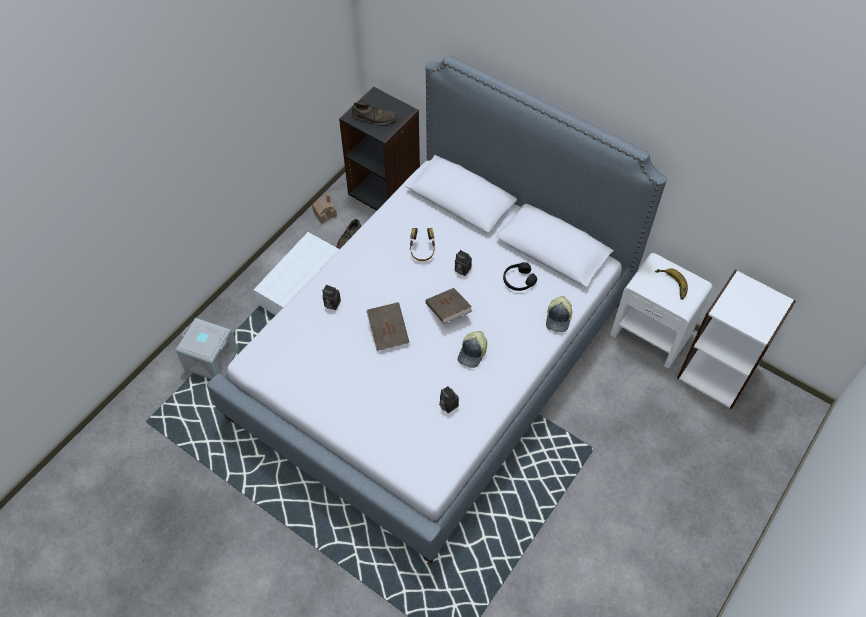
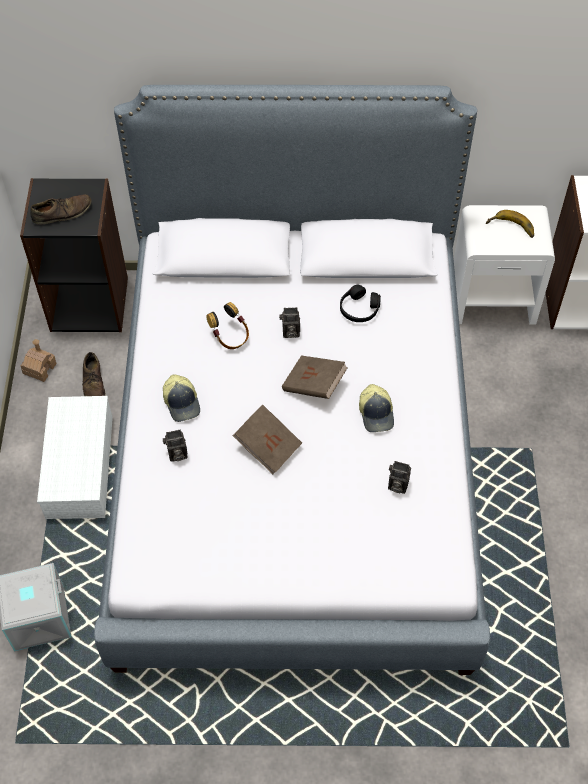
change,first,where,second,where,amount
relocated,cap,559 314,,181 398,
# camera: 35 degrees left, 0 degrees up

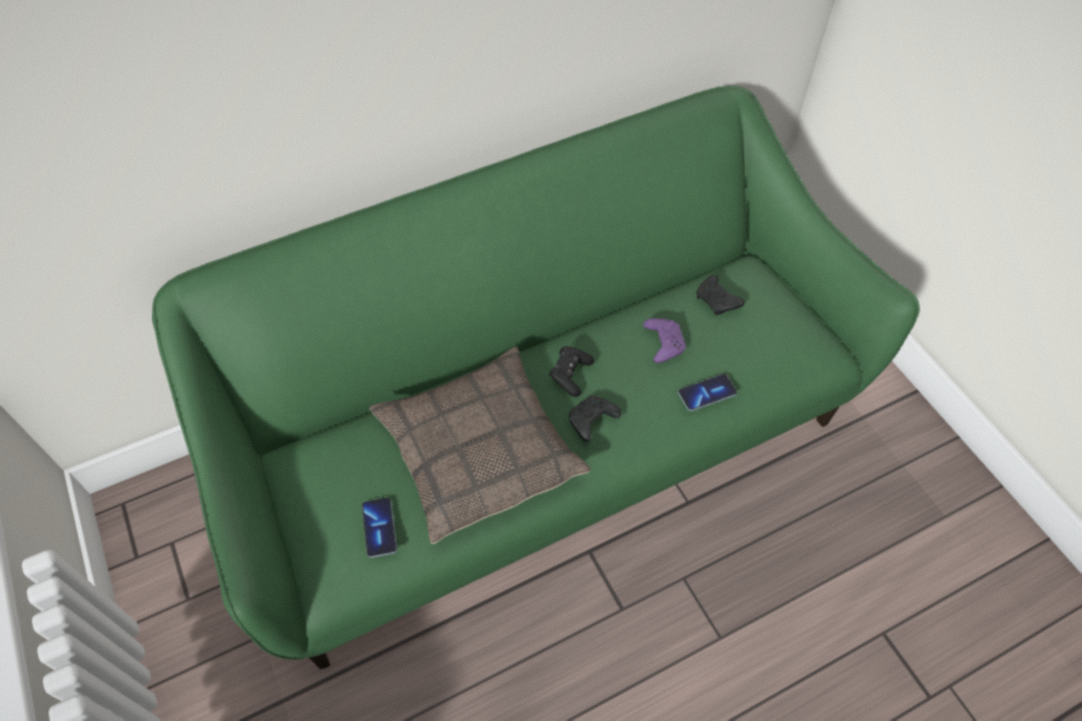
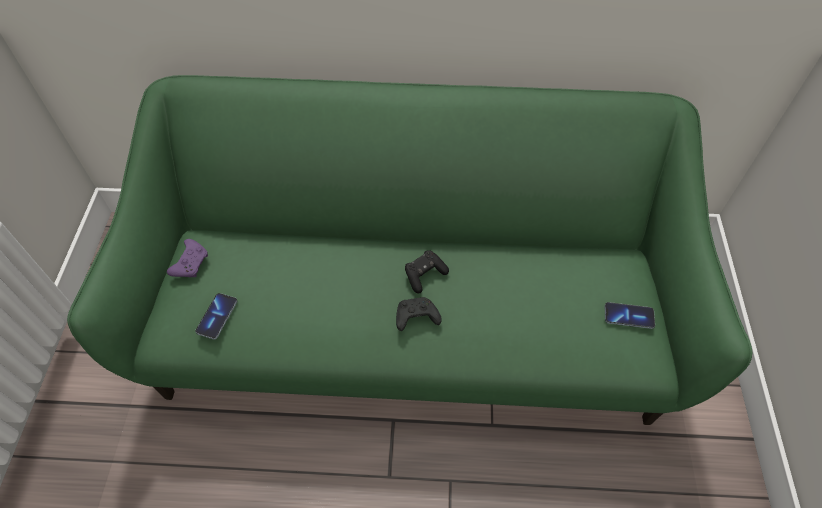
change,first,where,second,where,amount
missing,game controller/black,720 295,,,
relocated,game controller/purple,664 340,,187 258,
missing,pillow,480 445,,,
relocated,phone,707 392,,630 315,
# camera: 30 degrees right, 0 degrees up

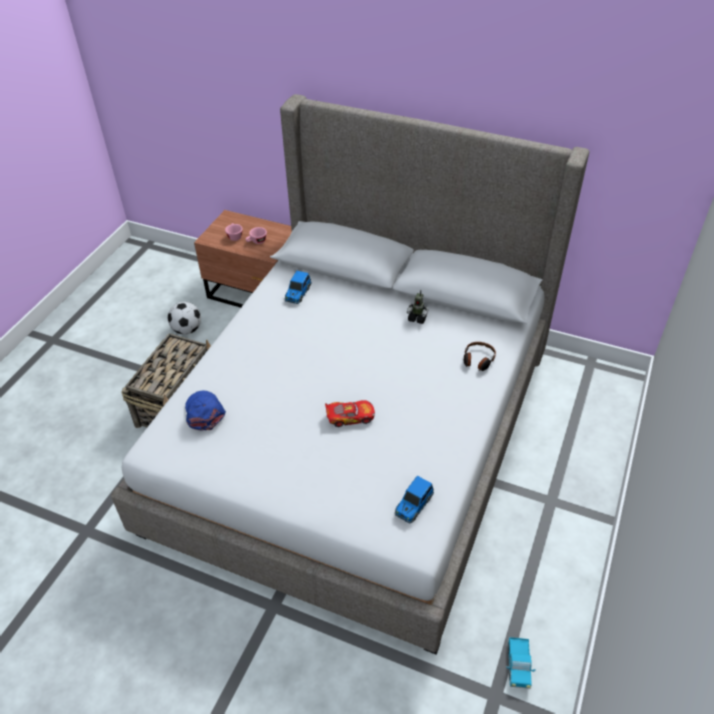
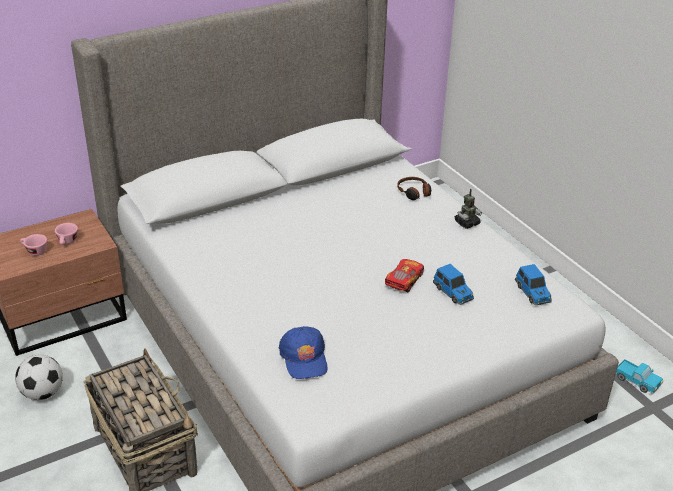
change,first,where,second,where,amount
relocated,toy car,298 287,,453 284,
relocated,toy robot,418 307,,468 209,
spun,cap/blue,205 411,,303 352,120 degrees counterclockwise
# camera: 55 degrees left, 10 degrees down

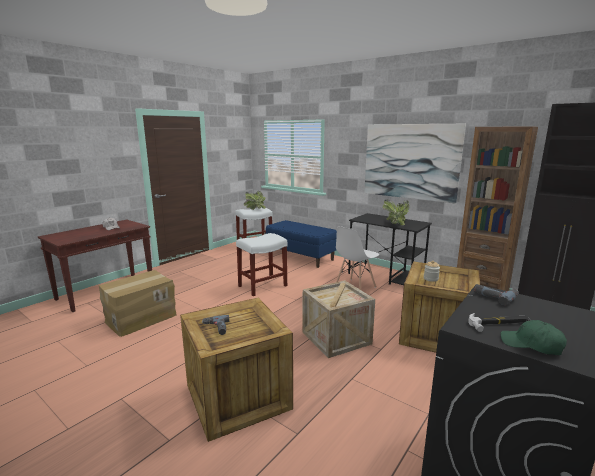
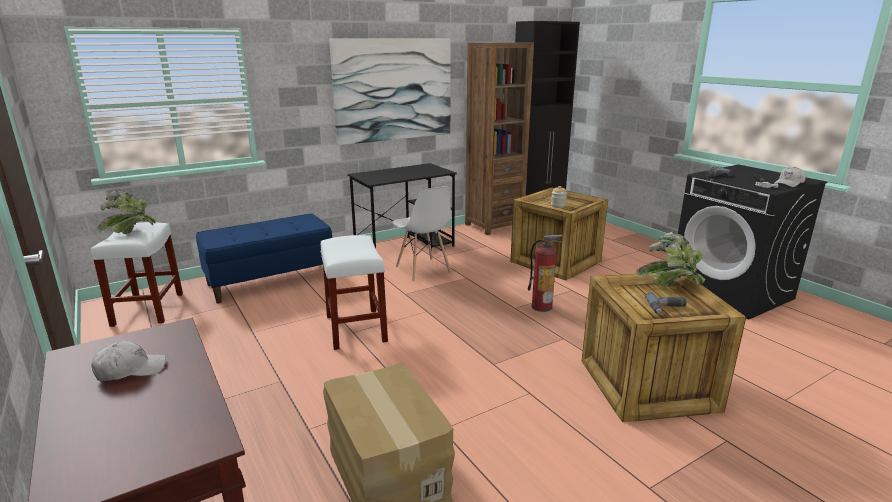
change,first,where,second,where,amount
relocated,potted plant,396 212,,670 259,
exchanged,crate,338 319,fire extinguisher,545 273,
colour,cap/green,534 337,cap/white,790 177,
# camera: 70 degrees left, 5 degrees up

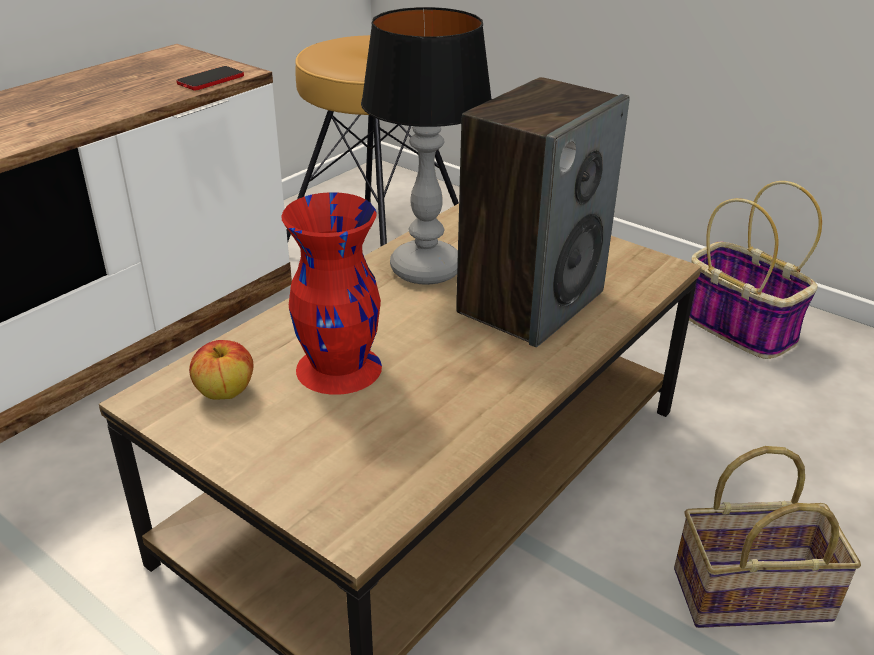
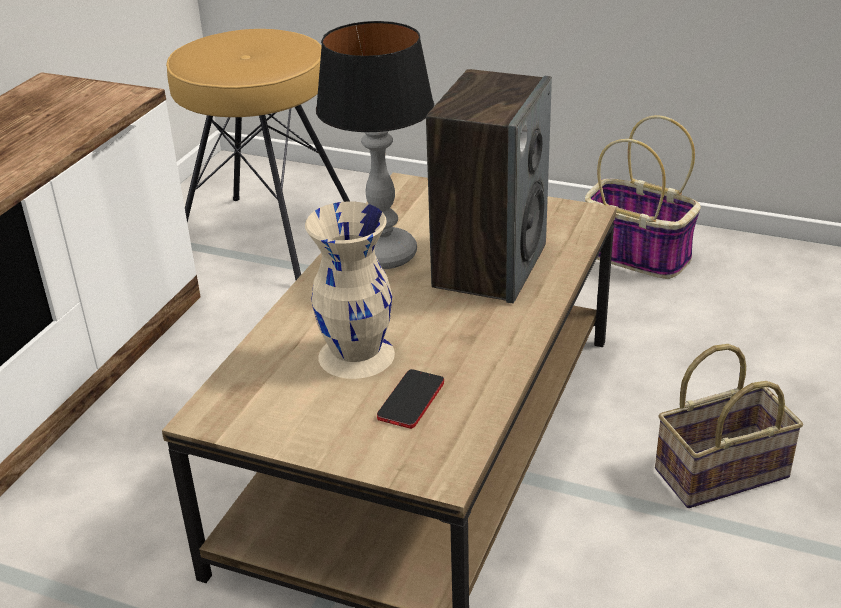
change,first,where,second,where,amount
relocated,phone,210 78,,410 399,
colour,vase/red,331 293,vase/beige,350 290,
missing,apple,221 370,,,
# camera: 15 degrees left, 0 degrees up

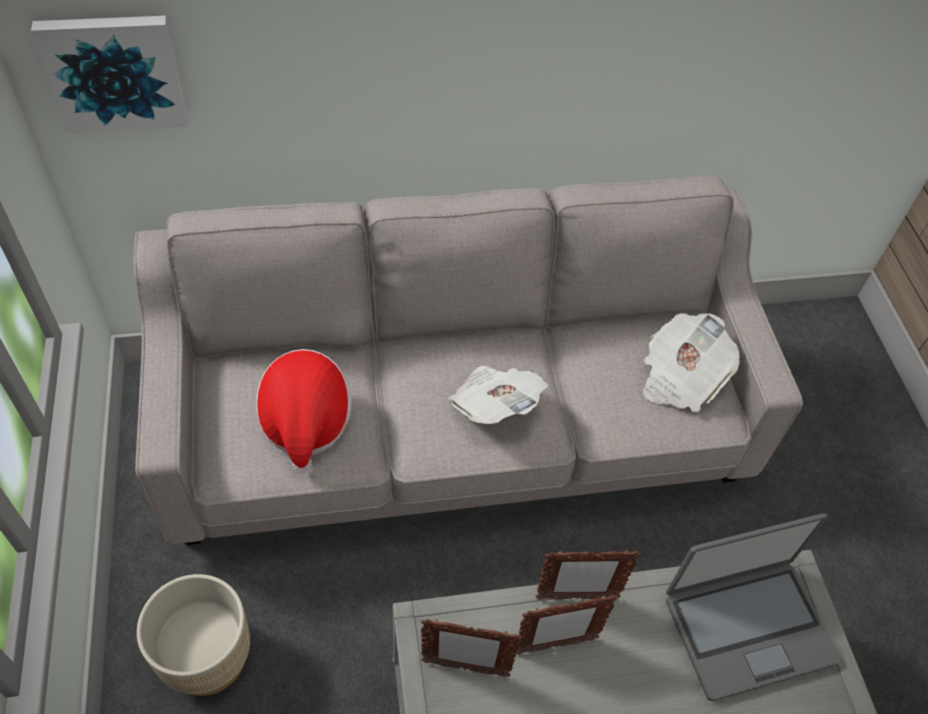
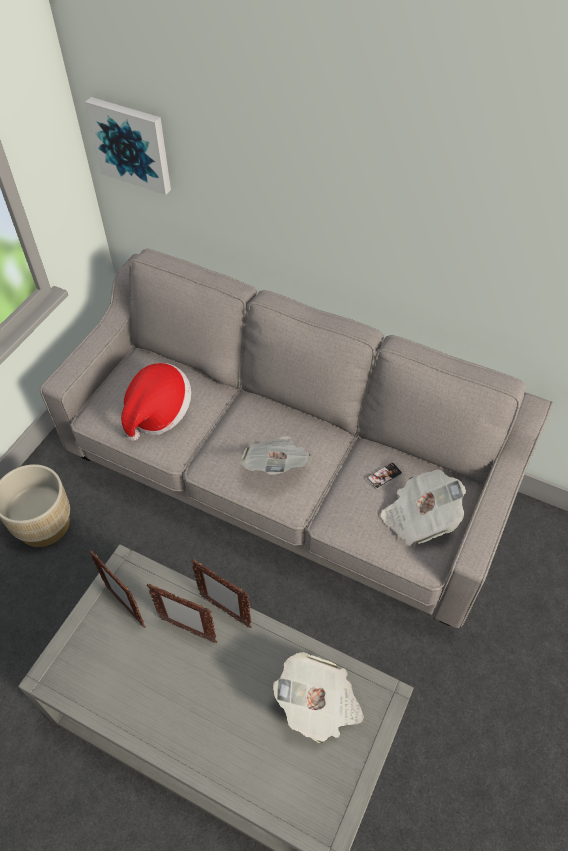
change,first,where,second,where,amount
exchanged,laptop,753 607,newspaper,318 697,
appeared,,,phone,384 475,
# camera: 40 degrees right, 0 degrees up

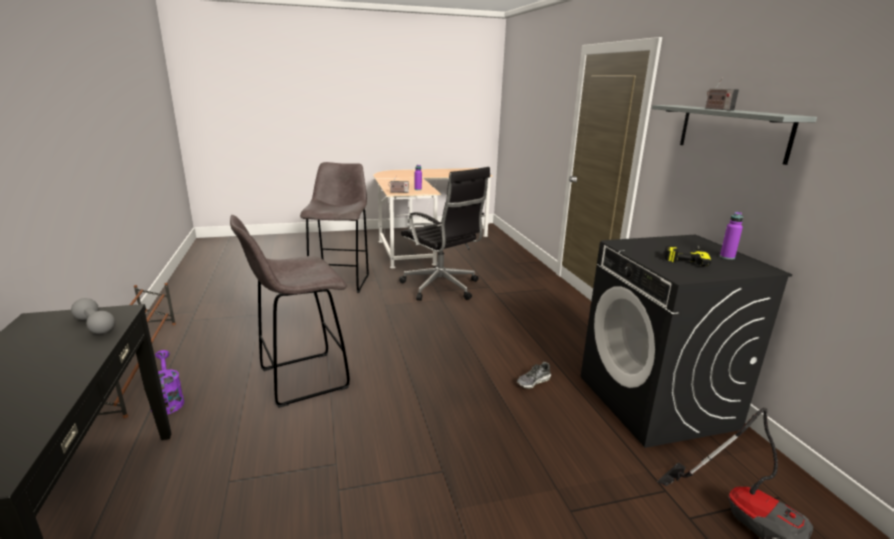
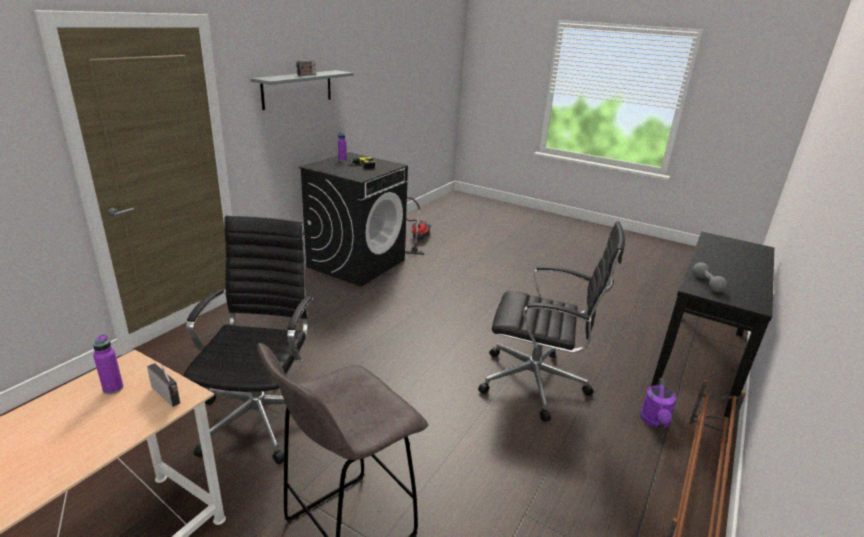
change,first,where,second,where,amount
exchanged,stool/grey,290 311,office chair/black,551 321,
missing,shoe,534 375,,,
# camera: 135 degrees left, 5 degrees up

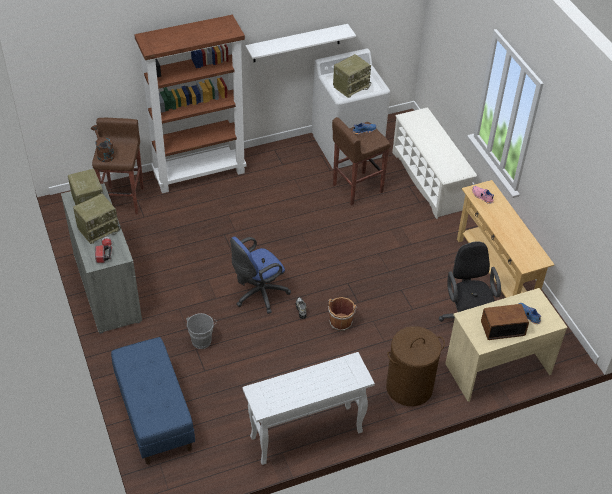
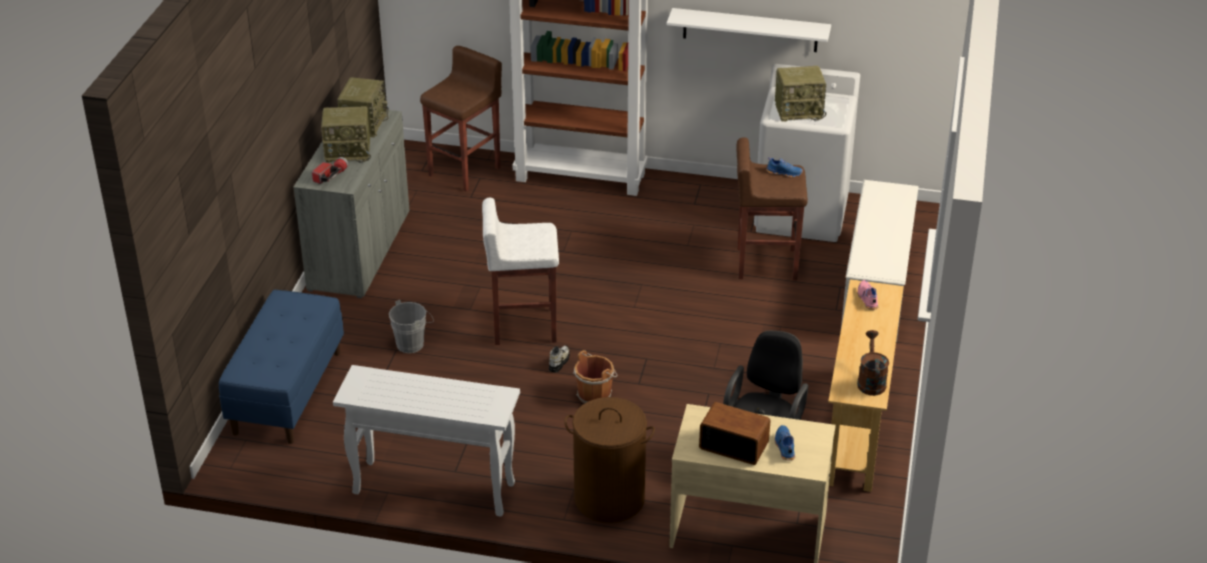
change,first,where,second,where,amount
relocated,watering can/brown,103 143,,873 363,
exchanged,office chair/blue,260 275,stool/white,520 271,
# camera: 35 degrees right, 10 degrees down

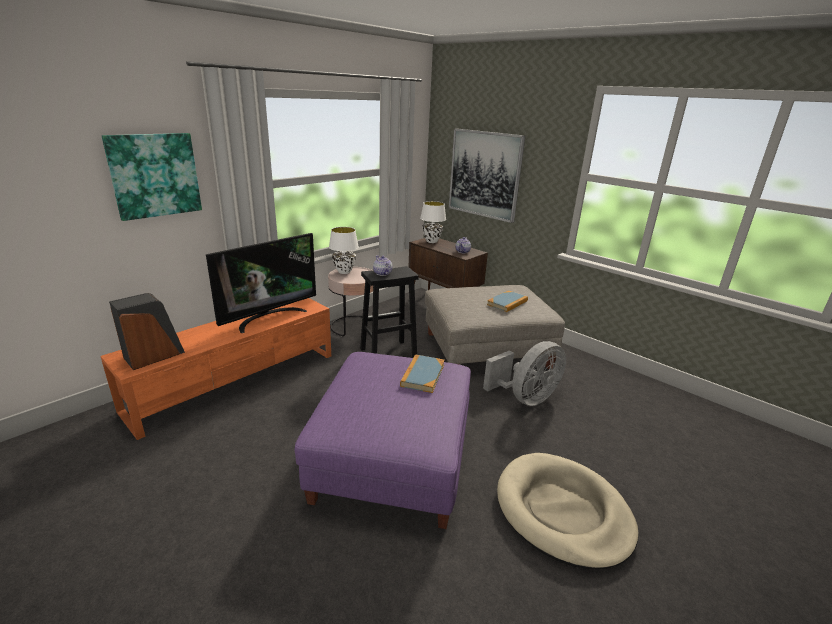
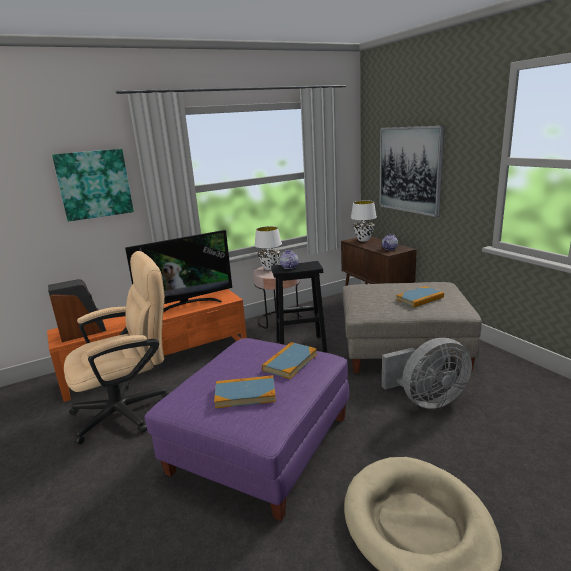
change,first,where,second,where,amount
appeared,,,office chair/beige,116 347,
appeared,,,book,245 391,
# camera: 20 degrees right, 5 degrees down

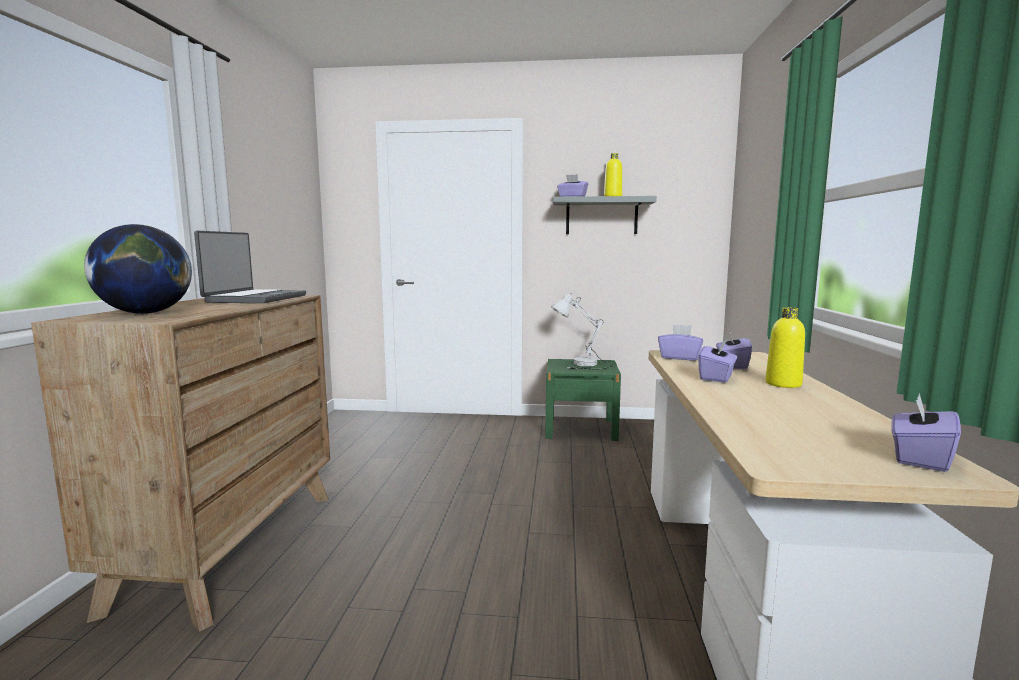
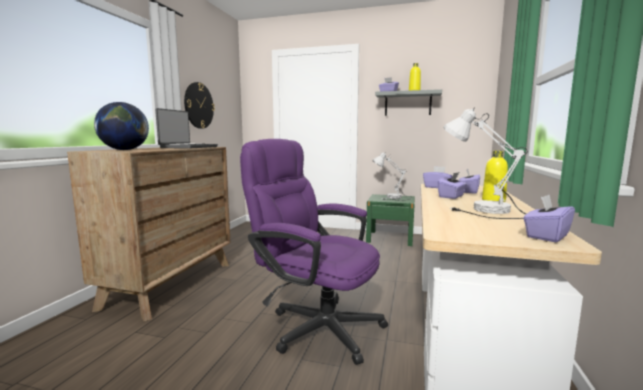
change,first,where,second,where,amount
appeared,,,wall clock,199 105,
appeared,,,table lamp/white,485 163,
appeared,,,office chair/purple,314 252,
# camera: 10 degrees right, 0 degrees up

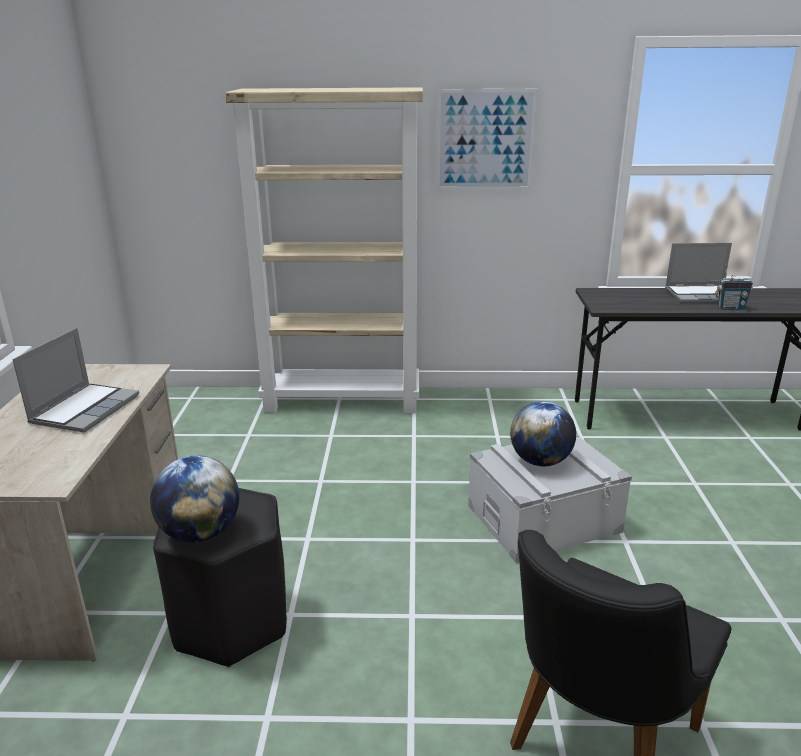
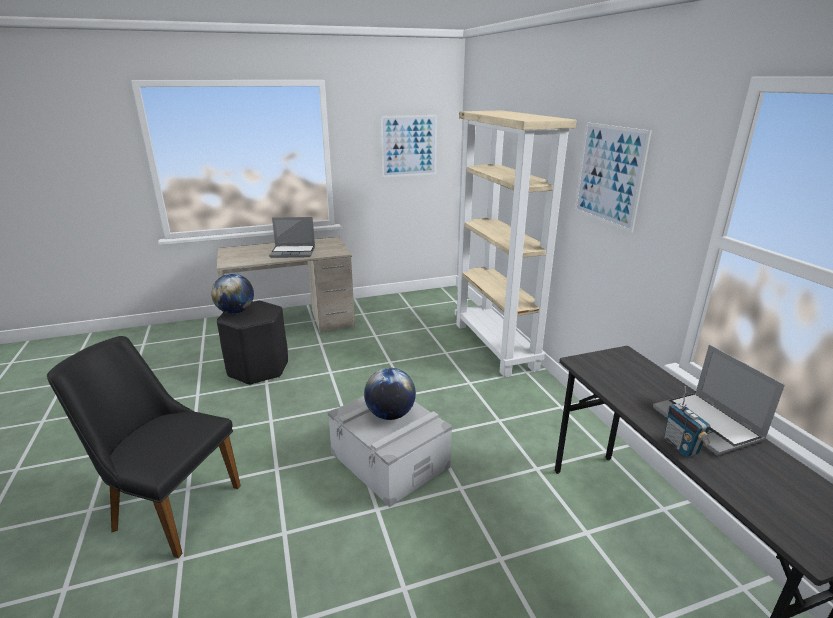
change,first,where,second,where,amount
appeared,,,picture,408 146,
# camera: 70 degrees right, 0 degrees up

